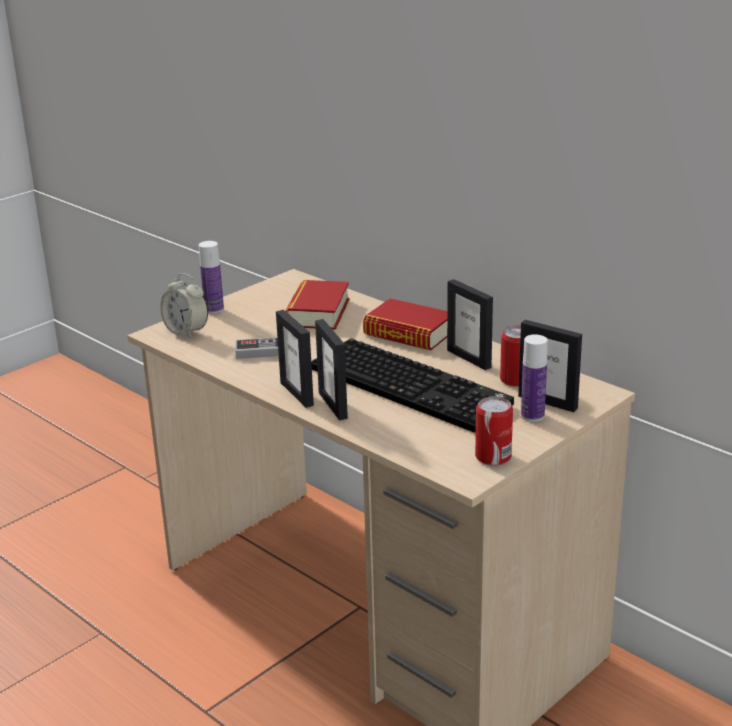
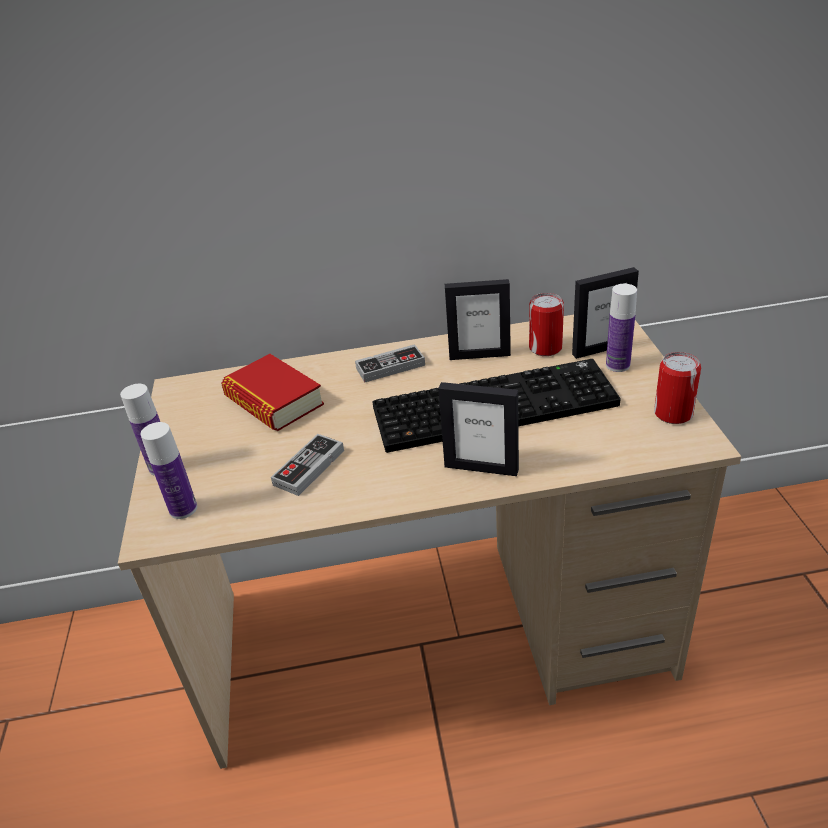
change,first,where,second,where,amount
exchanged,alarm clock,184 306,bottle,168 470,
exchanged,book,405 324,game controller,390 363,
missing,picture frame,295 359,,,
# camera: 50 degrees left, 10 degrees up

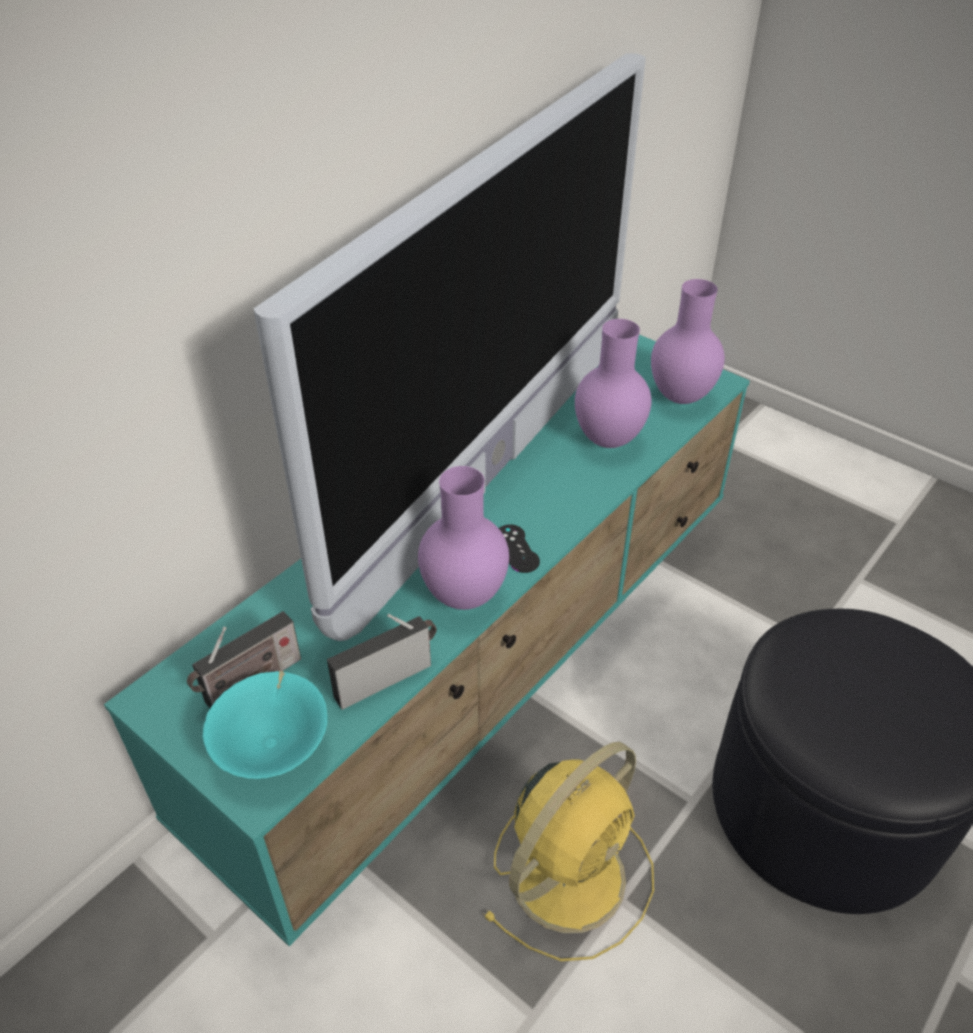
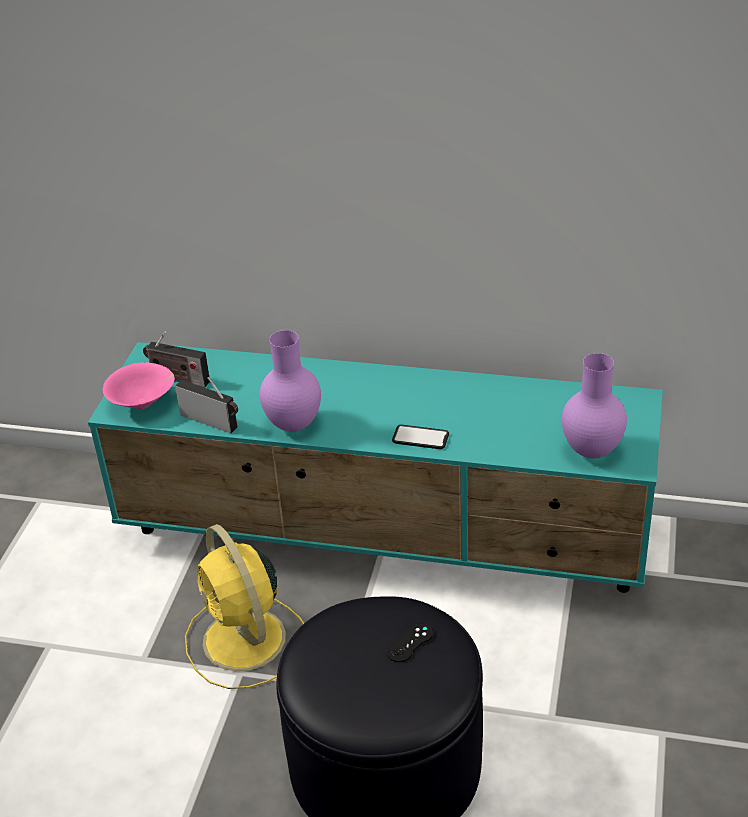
change,first,where,second,where,amount
missing,television,450 347,,,
missing,vase/purple,613 383,,,
relocated,game controller/black,519 548,,410 642,
colour,bowl/turquoise,265 725,bowl/pink,139 385,
spun,fan/yellow,568 851,,244 606,45 degrees clockwise
appeared,,,phone,420 437,
# camera: 65 degrees right, 5 degrees down

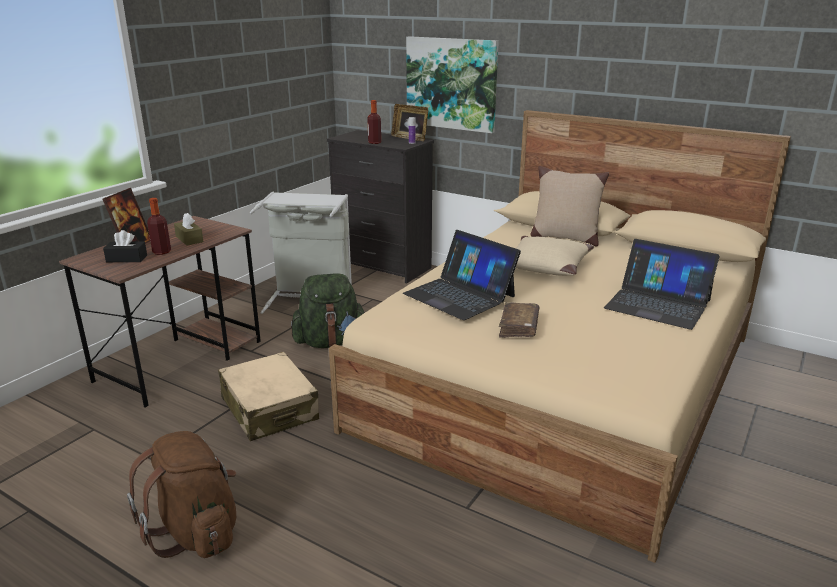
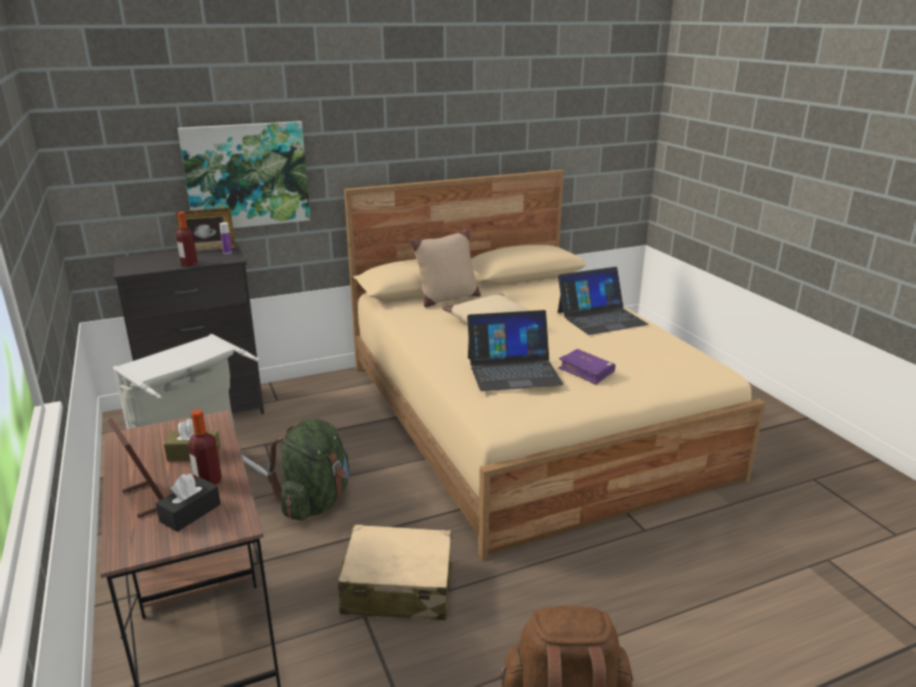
change,first,where,second,where,amount
colour,book/brown,519 320,book/purple,586 367,
# camera: 55 degrees left, 0 degrees up

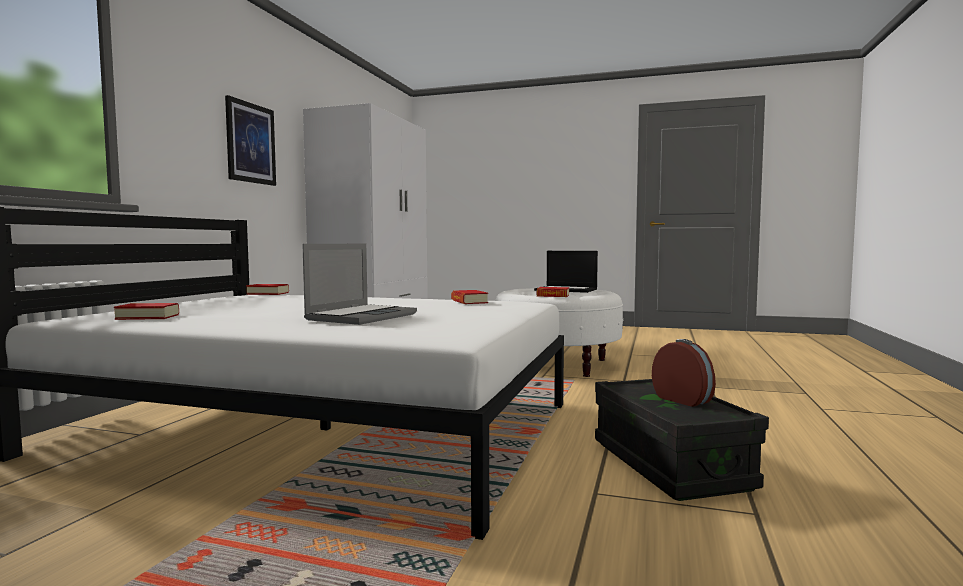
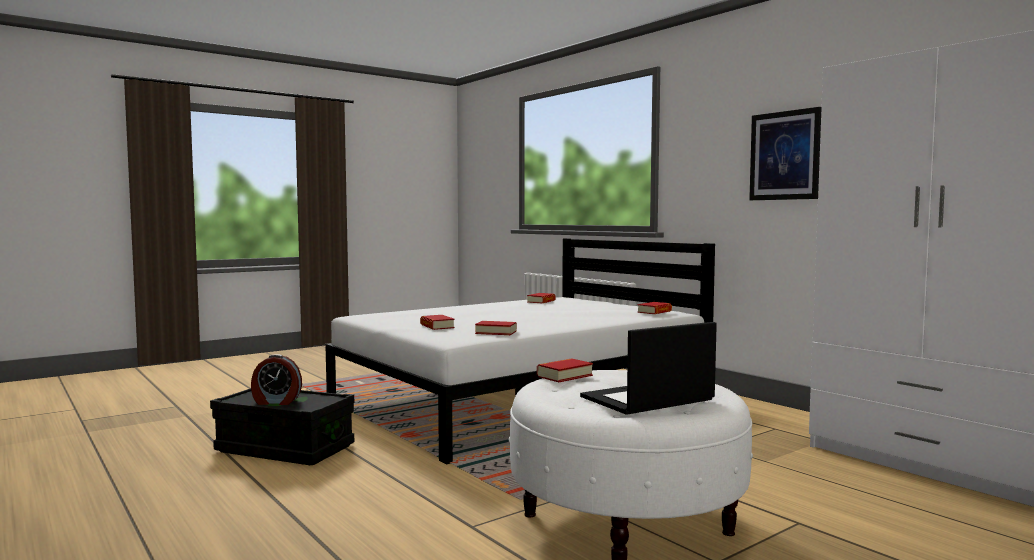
change,first,where,second,where,amount
missing,laptop,359 284,,,
appeared,,,book,437 322,
# camera: 125 degrees right, 0 degrees up

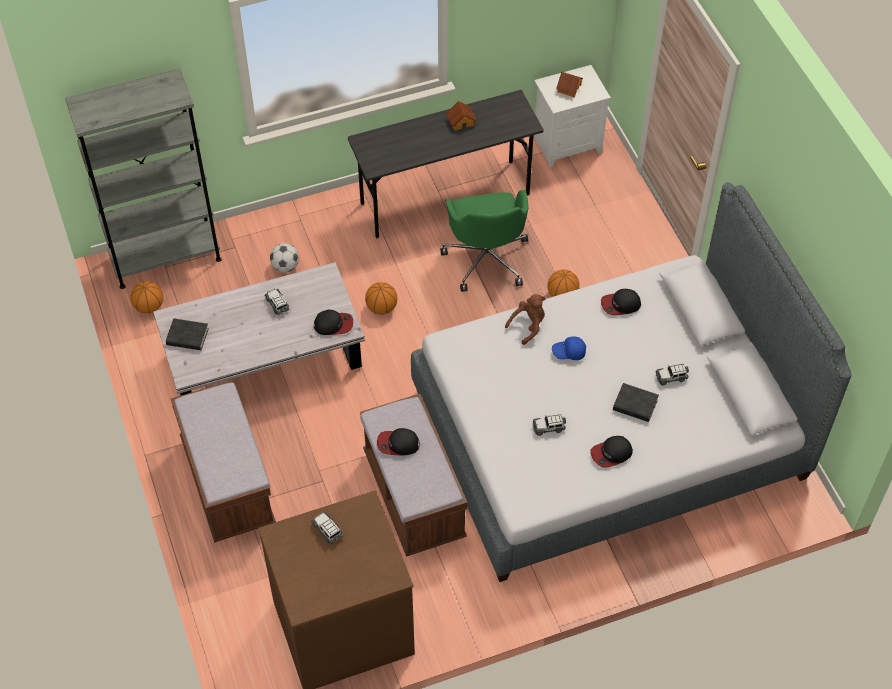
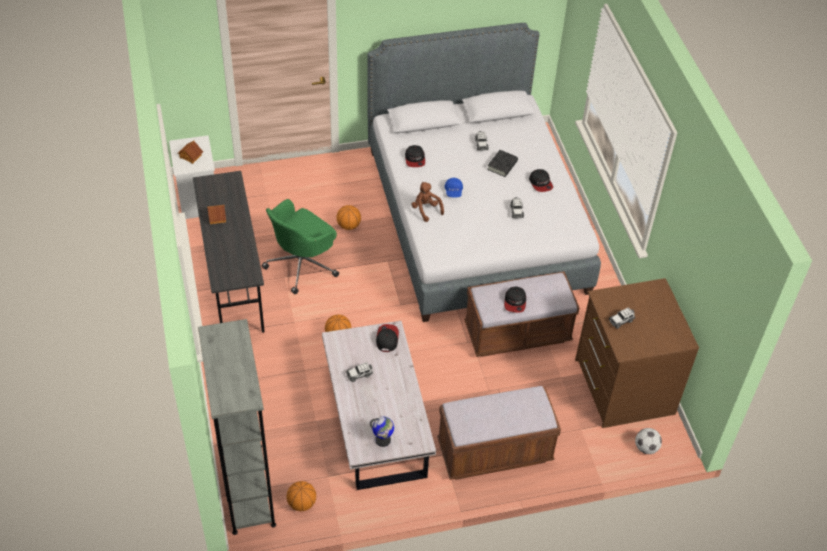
change,first,where,second,where,amount
spun,office chair/green,484 241,,300 246,135 degrees clockwise
relocated,football,284 257,,648 441,
exchanged,book/black,187 334,globe,382 432,
# camera: 85 degrees left, 5 degrees down

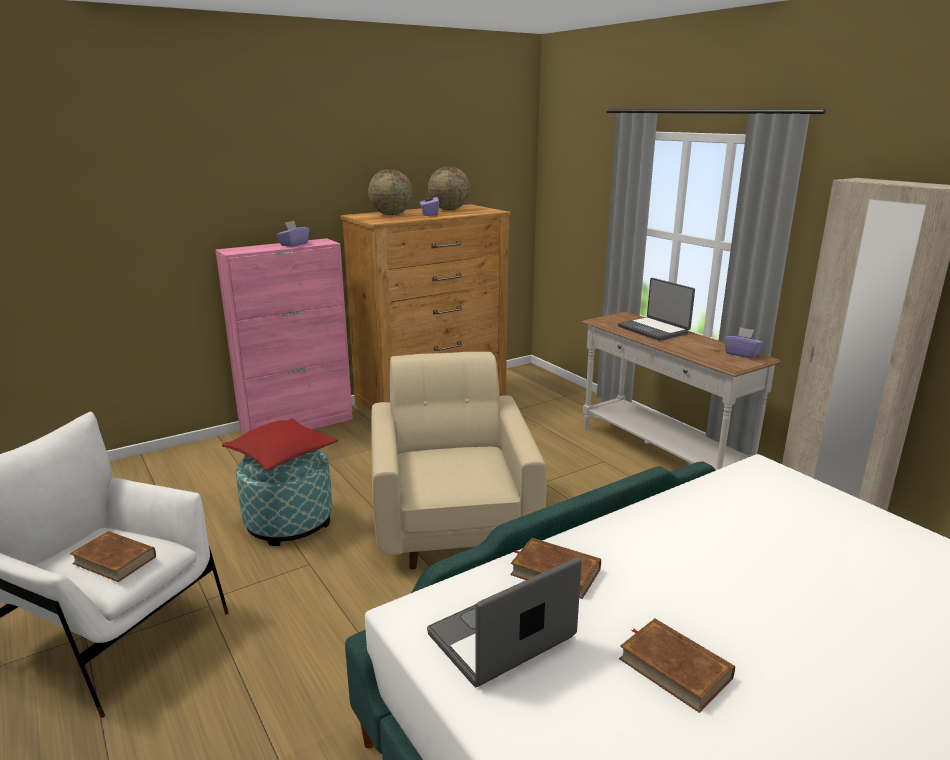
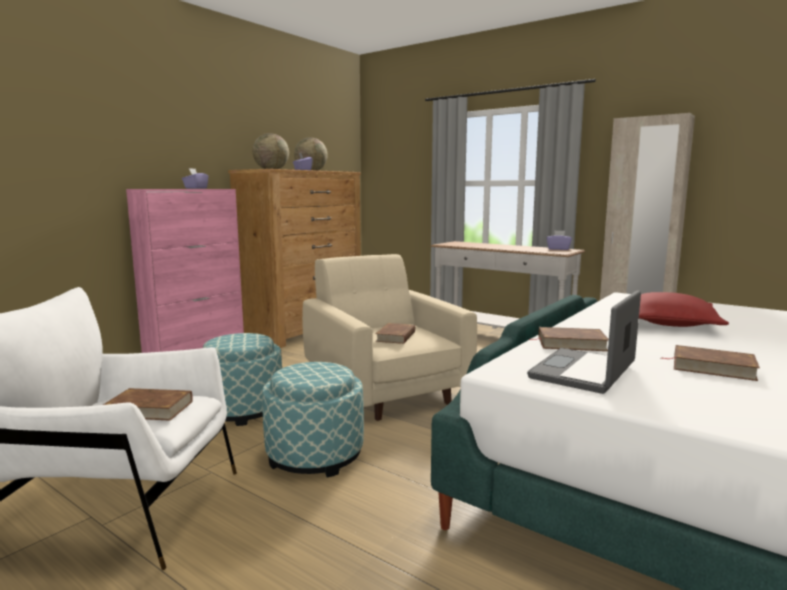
change,first,where,second,where,amount
missing,laptop,656 309,,,
relocated,pillow/red,280 444,,684 309,
appeared,,,book/brown,395 333,
appeared,,,ottoman,313 419,
# camera: 20 degrees left, 10 degrees down

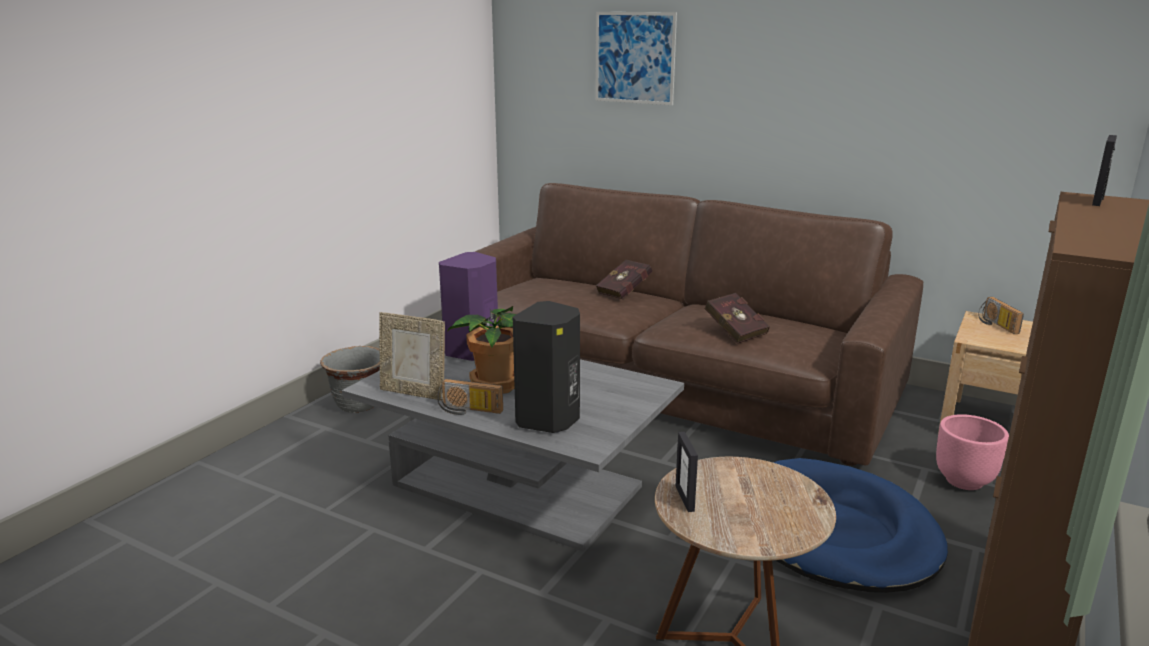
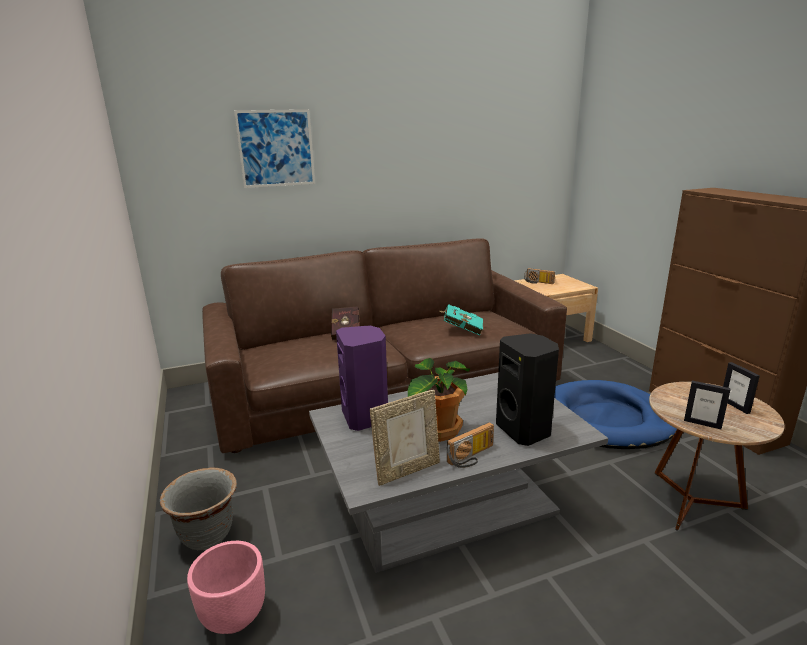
change,first,where,second,where,amount
relocated,picture frame,1104 170,,741 388,
colour,book/red,737 318,book/turquoise,460 319,
relocated,planter/pink,972 452,,226 587,
# camera: 50 degrees left, 0 degrees up

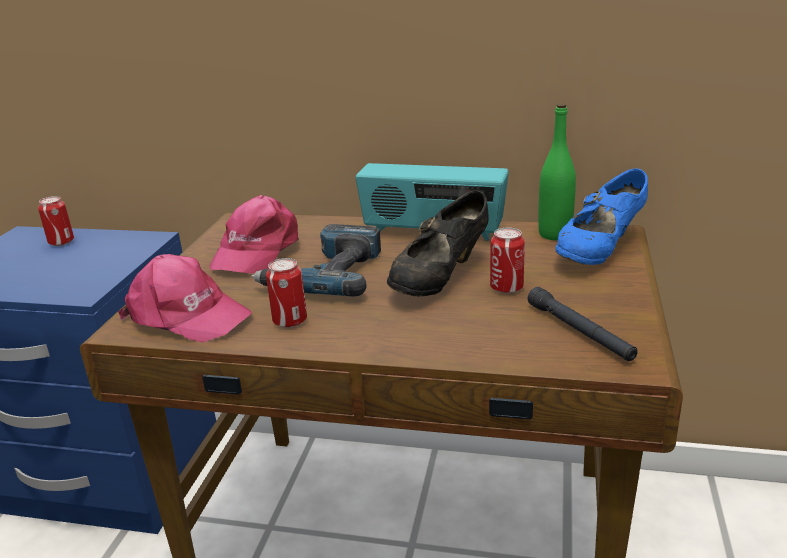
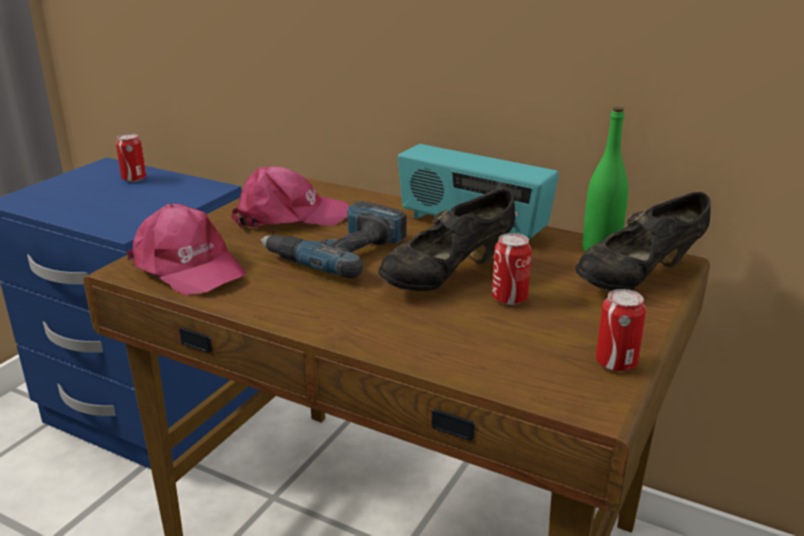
change,first,where,second,where,amount
colour,shoe/blue,601 216,shoe/black,643 241,
spun,cap/pink,254 234,,290 198,135 degrees counterclockwise
relocated,can,286 293,,621 330,
missing,flashlight/black,582 324,,,
# camera: 15 degrees right, 0 degrees up

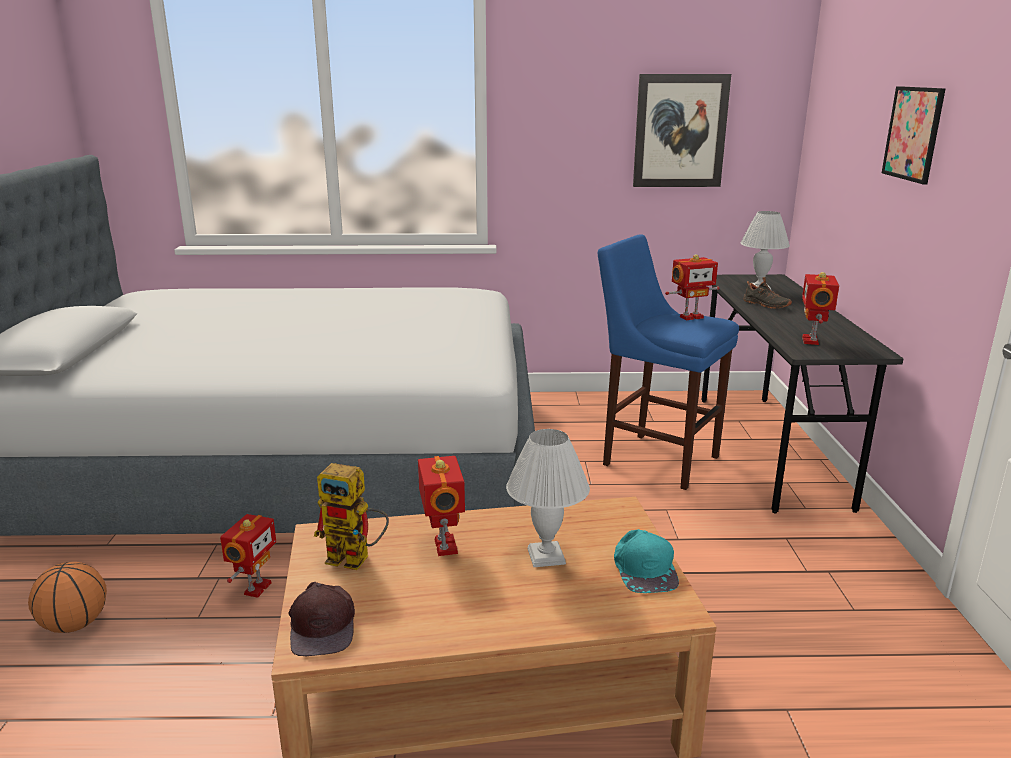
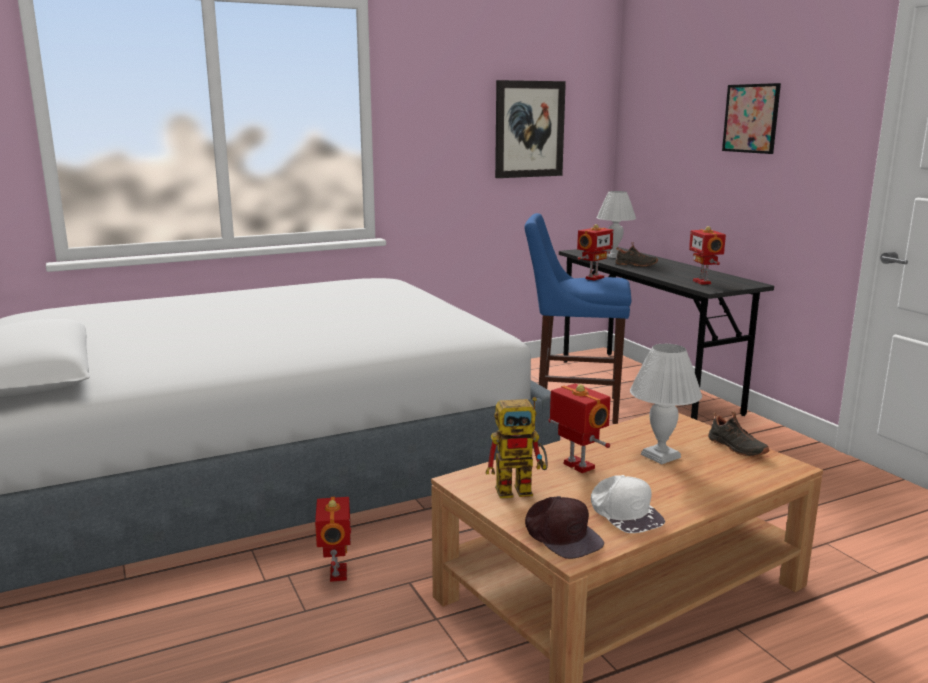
change,first,where,second,where,amount
exchanged,cap/turquoise,646 561,shoe/black,738 434,
missing,basketball,67 597,,,
appeared,,,cap/white,628 504,
# camera: 25 degrees left, 5 degrees down

